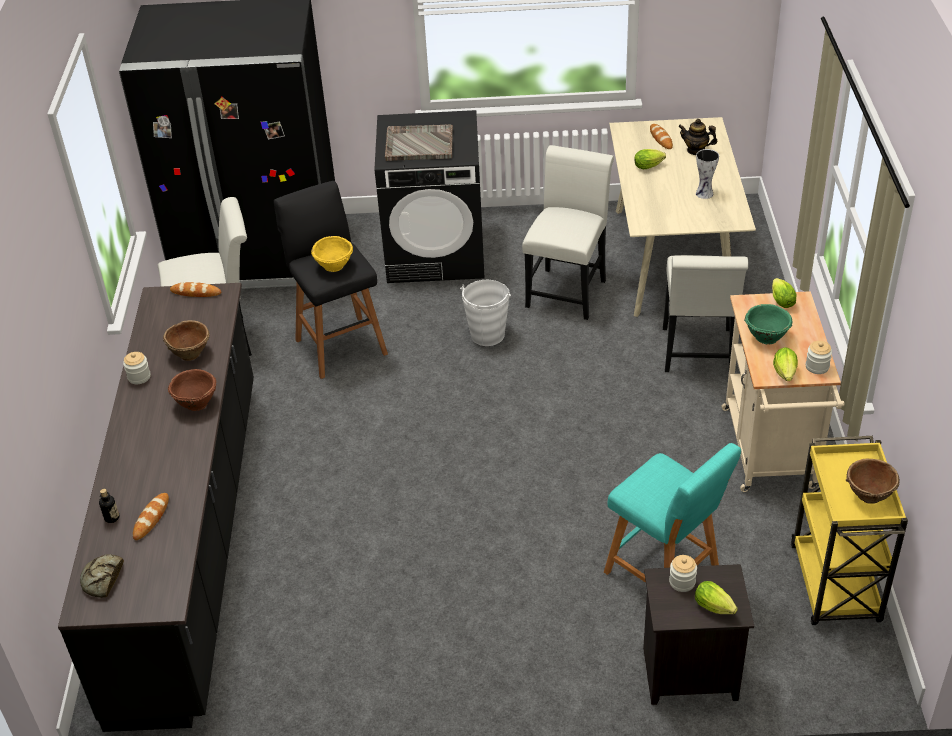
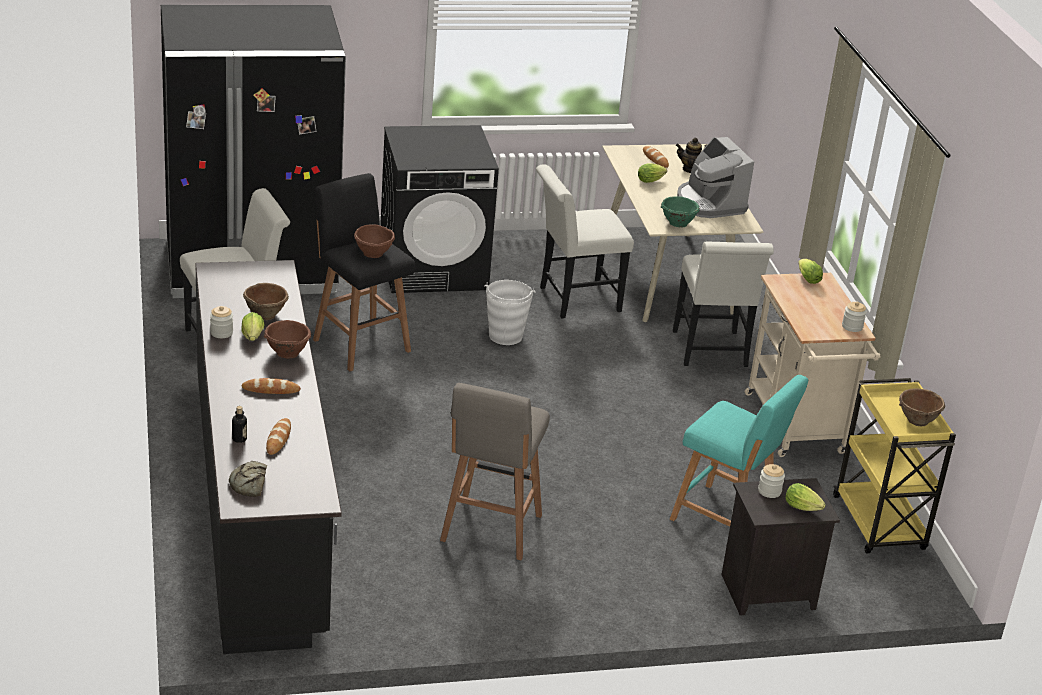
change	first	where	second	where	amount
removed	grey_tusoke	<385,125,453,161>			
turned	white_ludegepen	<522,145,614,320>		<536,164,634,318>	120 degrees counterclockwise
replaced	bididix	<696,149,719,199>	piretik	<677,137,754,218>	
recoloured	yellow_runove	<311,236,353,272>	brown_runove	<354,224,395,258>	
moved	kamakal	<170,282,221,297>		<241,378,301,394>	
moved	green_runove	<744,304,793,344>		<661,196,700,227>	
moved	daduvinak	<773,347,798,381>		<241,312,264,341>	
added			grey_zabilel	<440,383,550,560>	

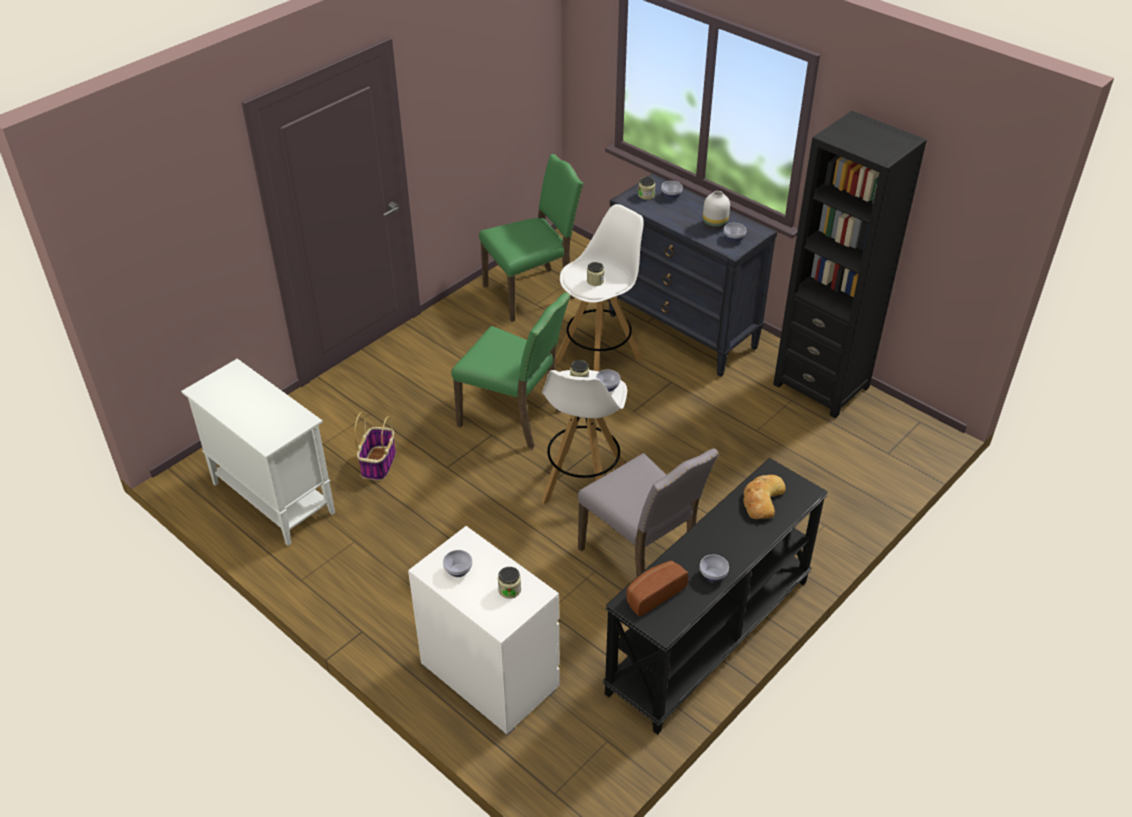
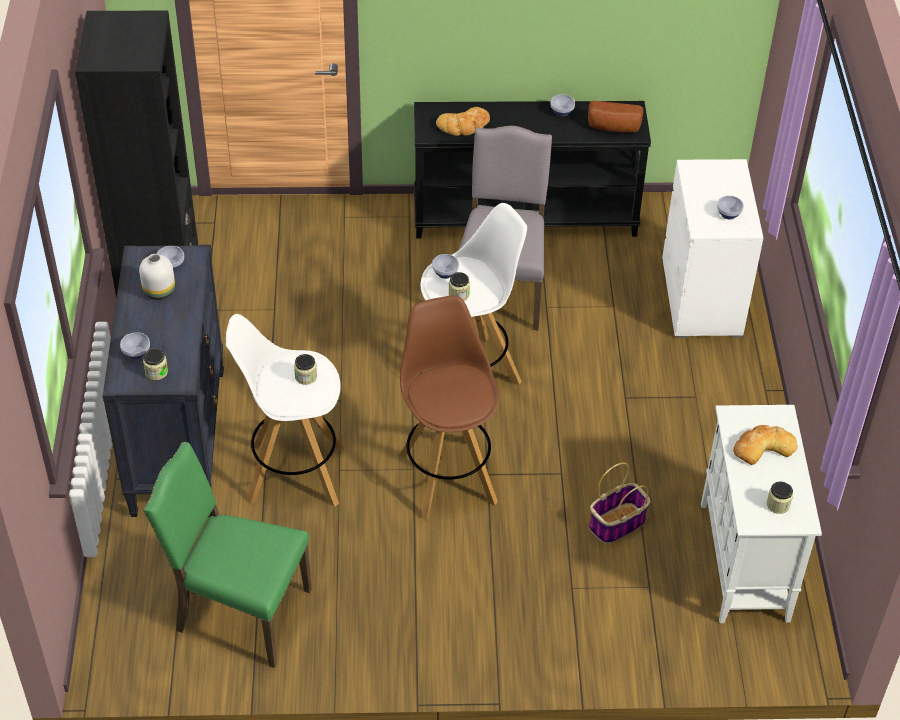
change	first	where	second	where	amount
replaced	green_ludegepen	<451,292,571,449>	brown_zabilel	<399,295,499,521>	
moved	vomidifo	<498,567,521,599>		<767,481,793,514>	
added			kamakal	<733,425,798,465>	

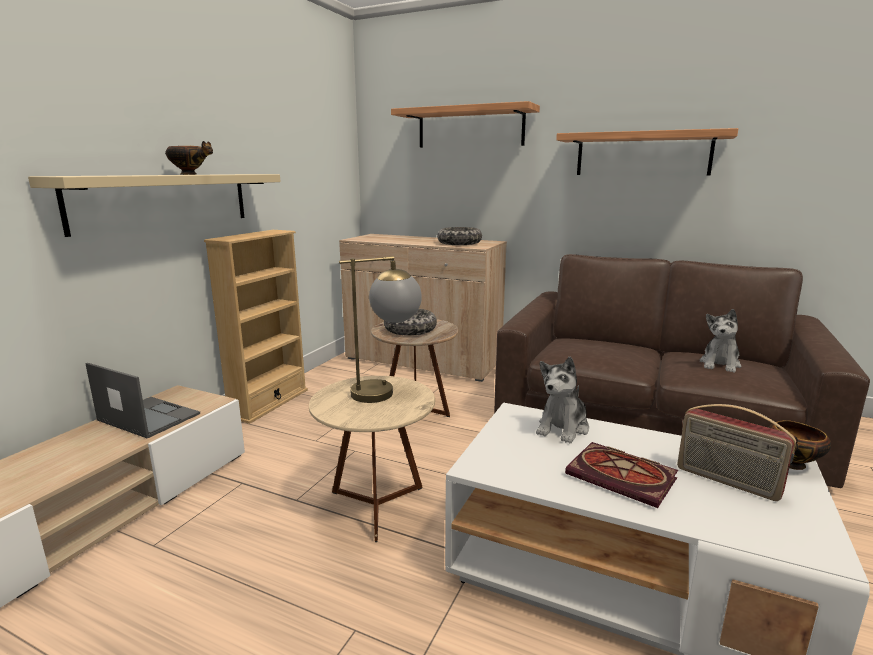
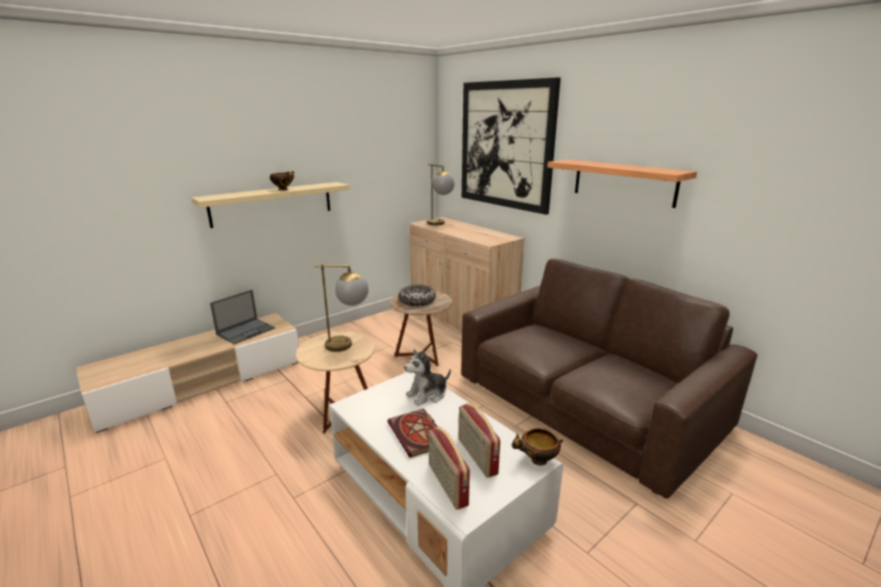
change	first	where	second	where	amount
replaced	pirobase	<391,101,540,148>	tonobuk	<462,77,561,215>	
removed	runove	<437,227,482,245>			
removed	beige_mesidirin	<204,230,308,424>			
removed	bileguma	<700,309,741,372>			
turned	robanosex	<85,363,200,439>		<210,290,275,345>	75 degrees clockwise
added			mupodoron	<427,164,455,225>	
added			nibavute	<429,427,470,510>	

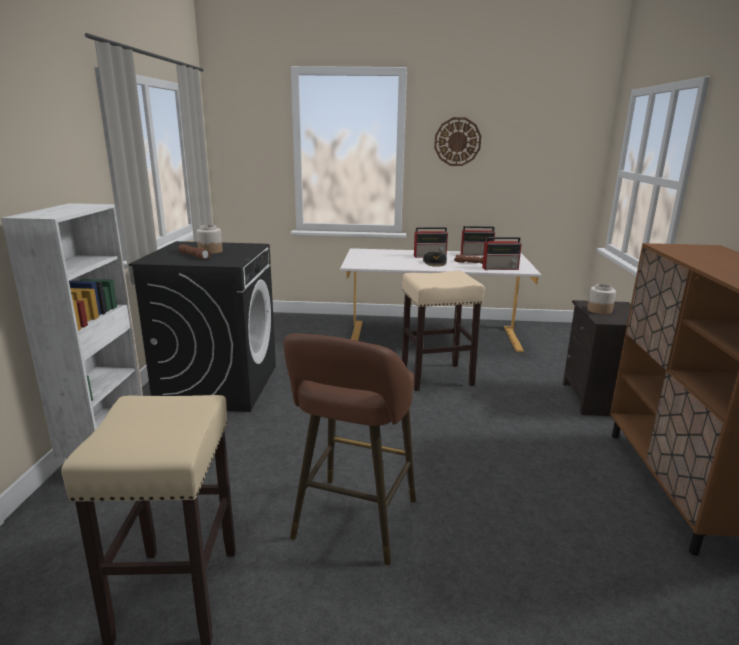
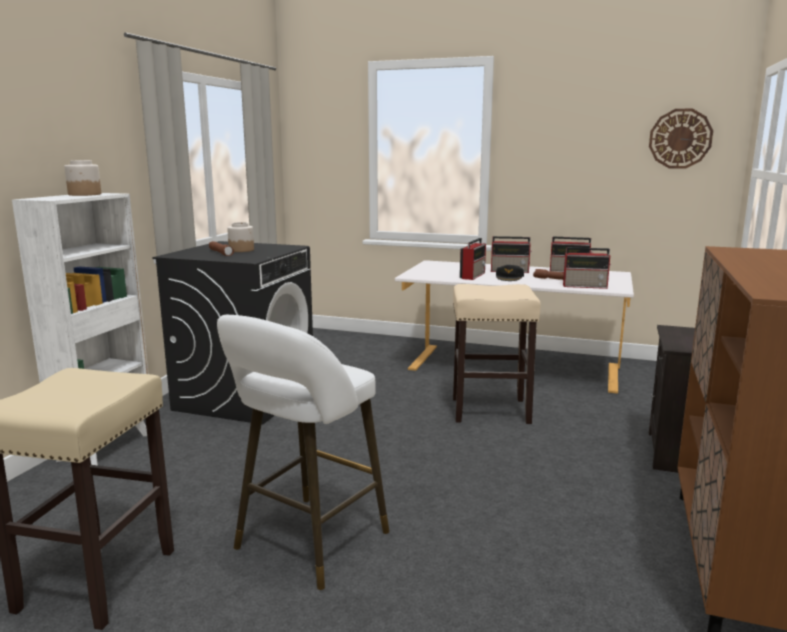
change	first	where	second	where	amount
moved	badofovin	<434,117,481,166>		<649,108,713,169>	
moved	vomidifo	<587,284,616,314>		<64,160,101,196>	
recoloured	brown_zabilel	<283,333,416,565>	white_zabilel	<217,315,389,590>	
added			nibavute	<460,238,486,280>	

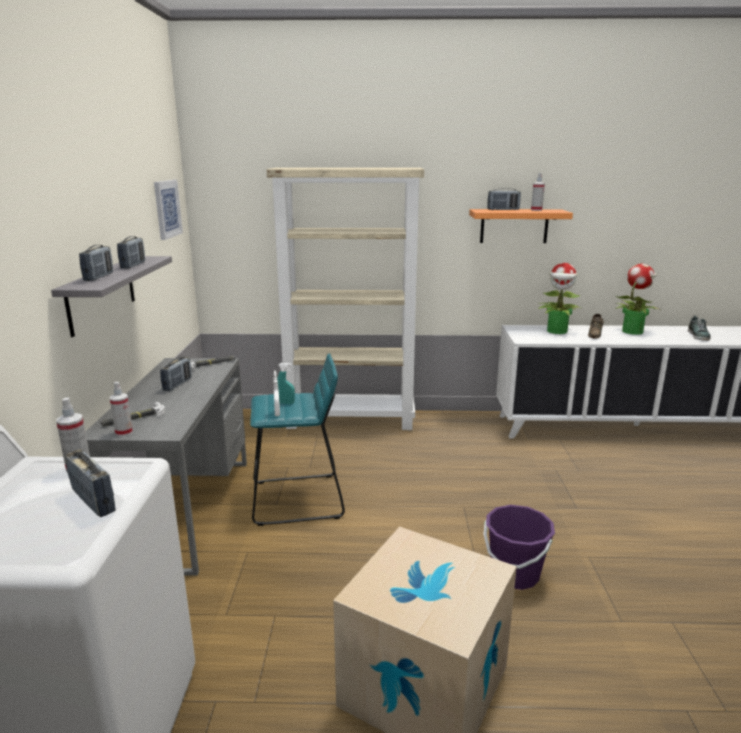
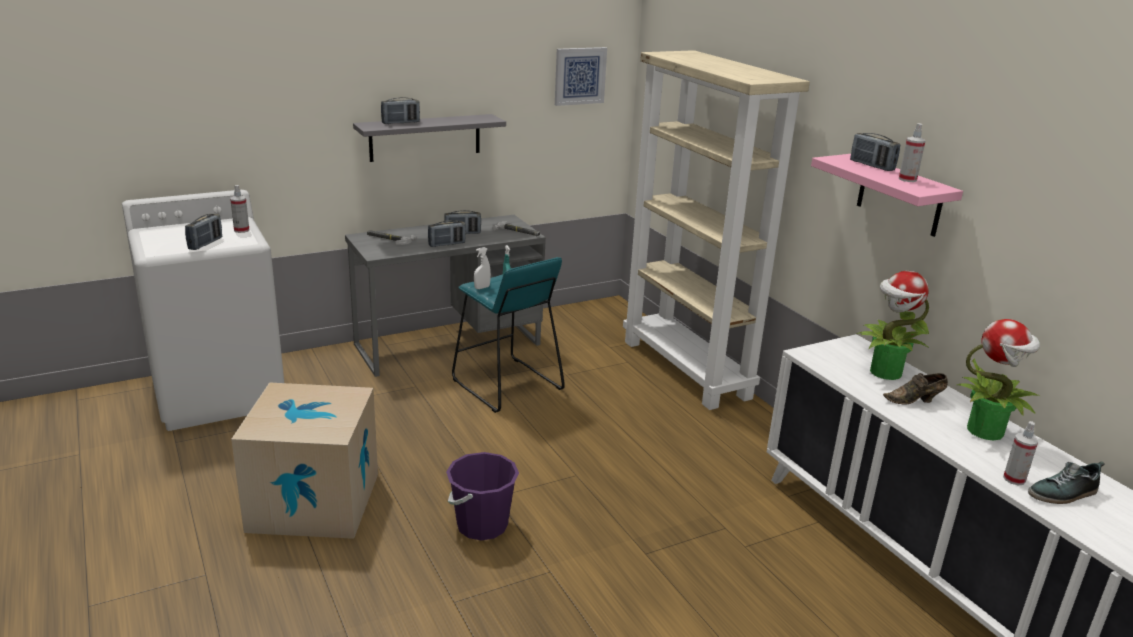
change	first	where	second	where	amount
recoloured	orange_pirobase	<469,209,573,243>	pink_pirobase	<811,154,963,237>	
moved	nibavute	<117,236,145,269>		<428,220,466,247>	
moved	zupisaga	<110,382,133,436>		<1003,421,1038,485>	

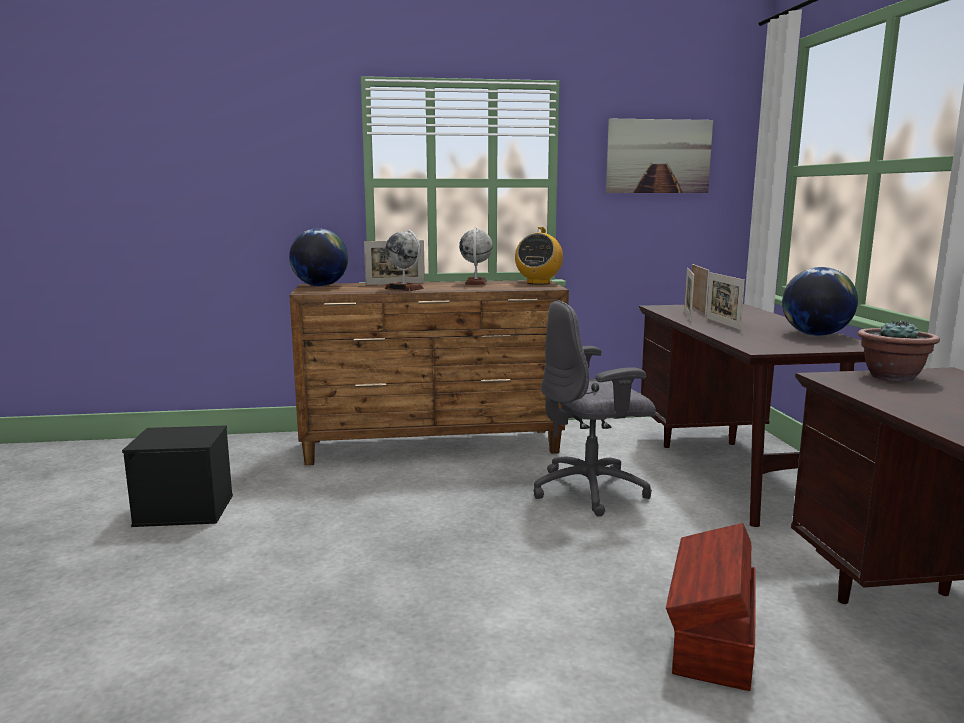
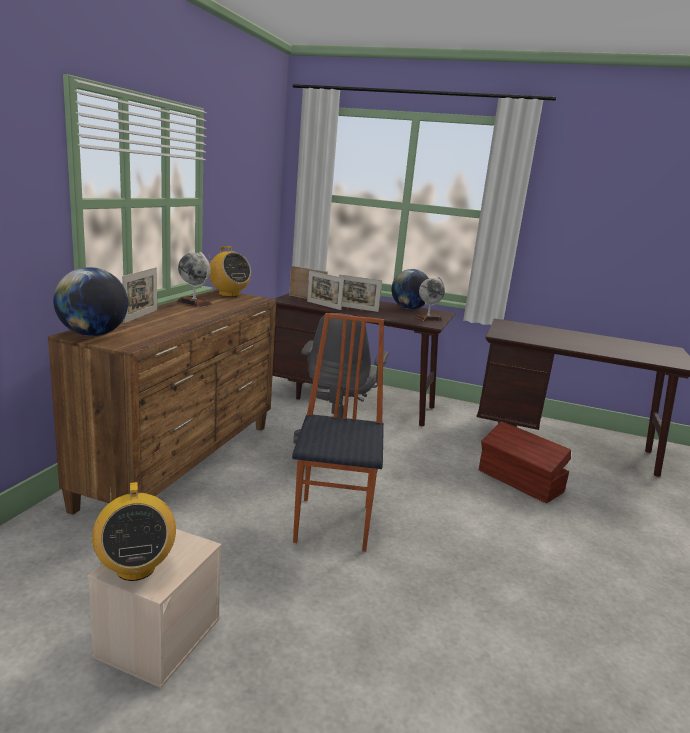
change	first	where	second	where	amount
removed	tonobuk	<606,118,713,193>			
moved	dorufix	<385,230,424,291>		<414,277,445,321>	
removed	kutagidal	<857,319,940,382>			
recoloured	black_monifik	<122,425,233,527>	beige_monifik	<87,529,221,688>	
added			ludegepen	<292,313,384,552>	
added			nibavute	<92,482,176,581>	

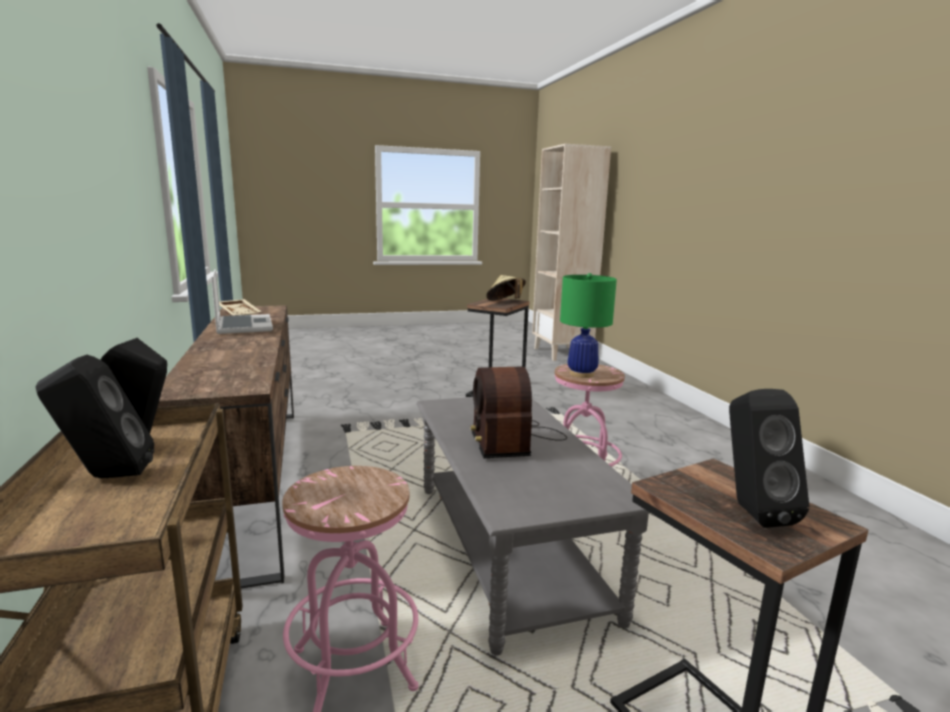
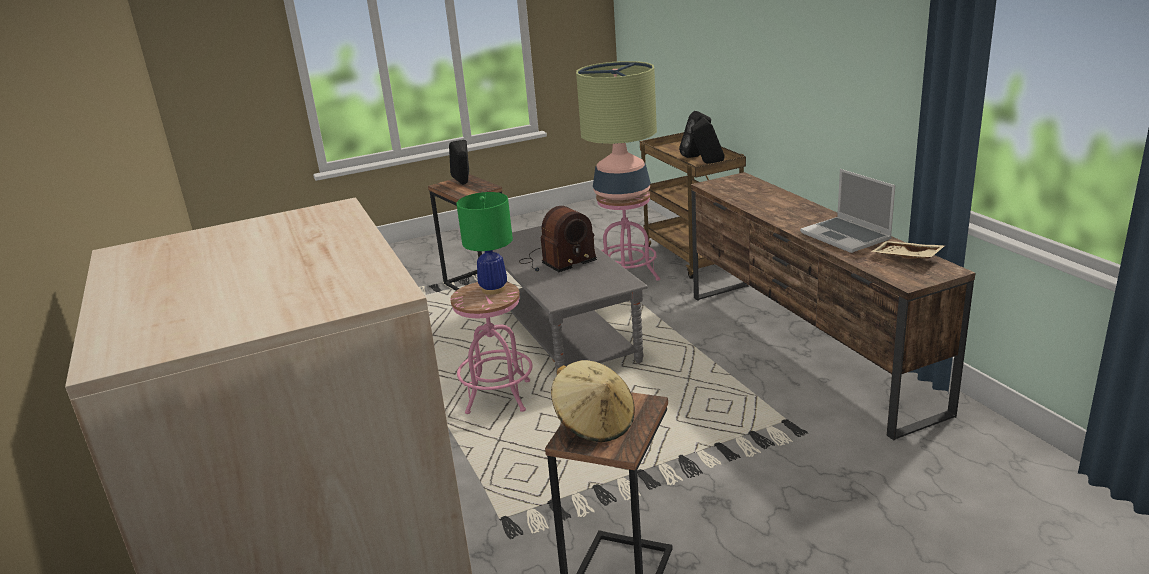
change	first	where	second	where	amount
turned	nibavute	<470,366,567,458>		<519,206,597,272>	75 degrees clockwise
added			mupodoron	<576,61,657,200>	

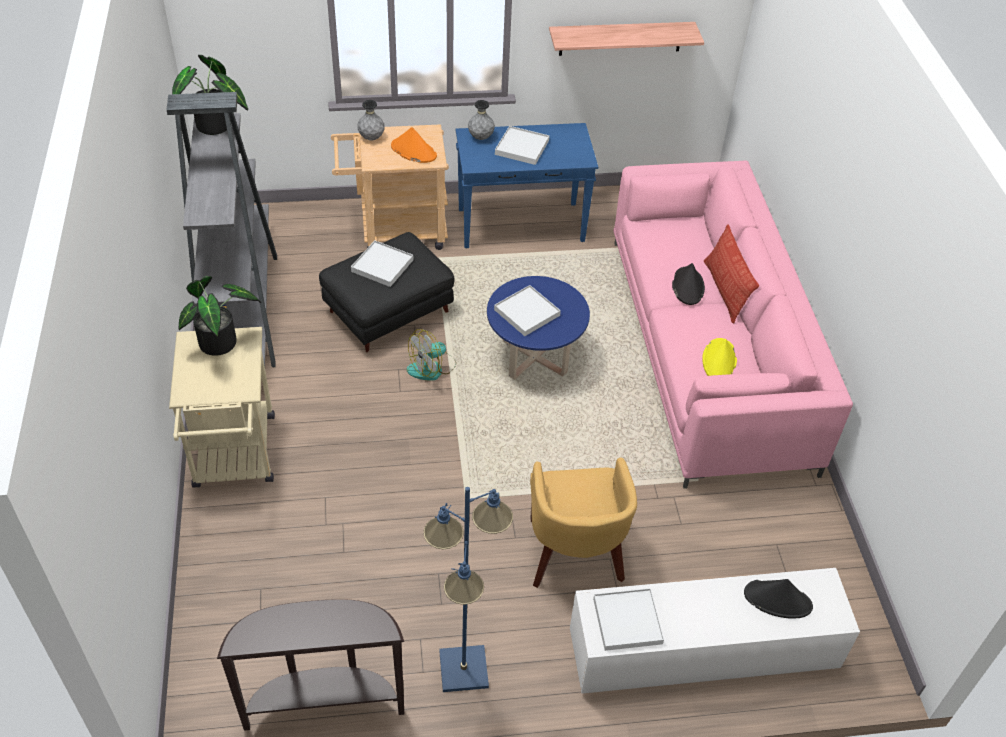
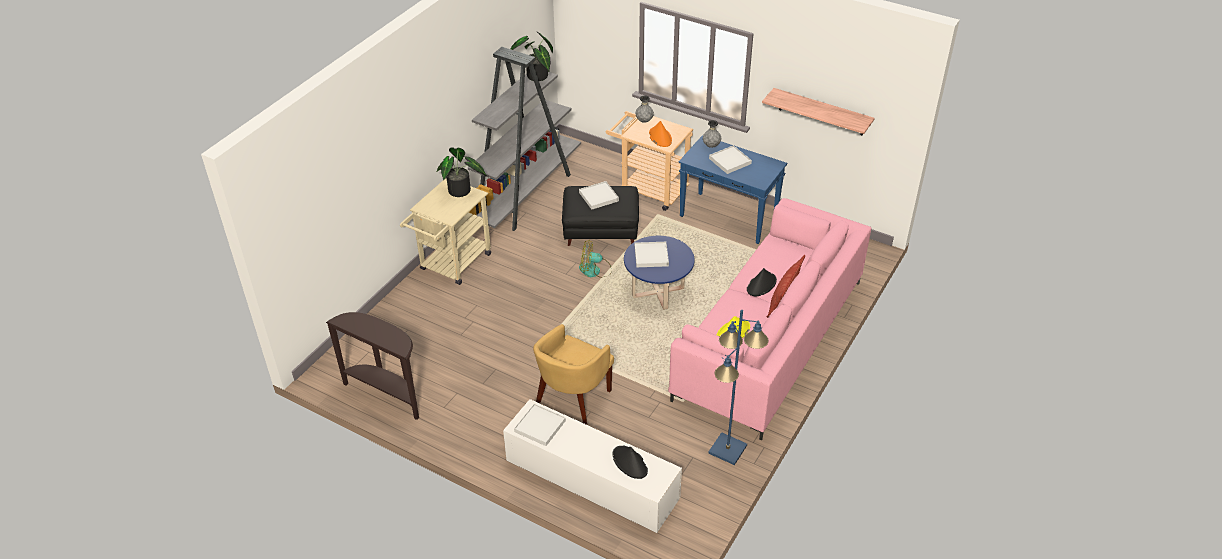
change	first	where	second	where	amount
moved	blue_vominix	<423,487,513,692>		<708,310,769,465>	

